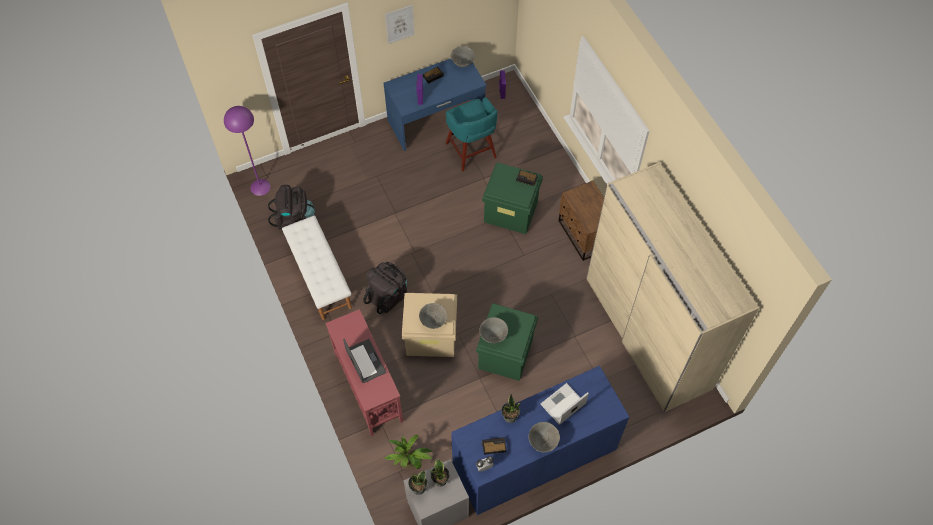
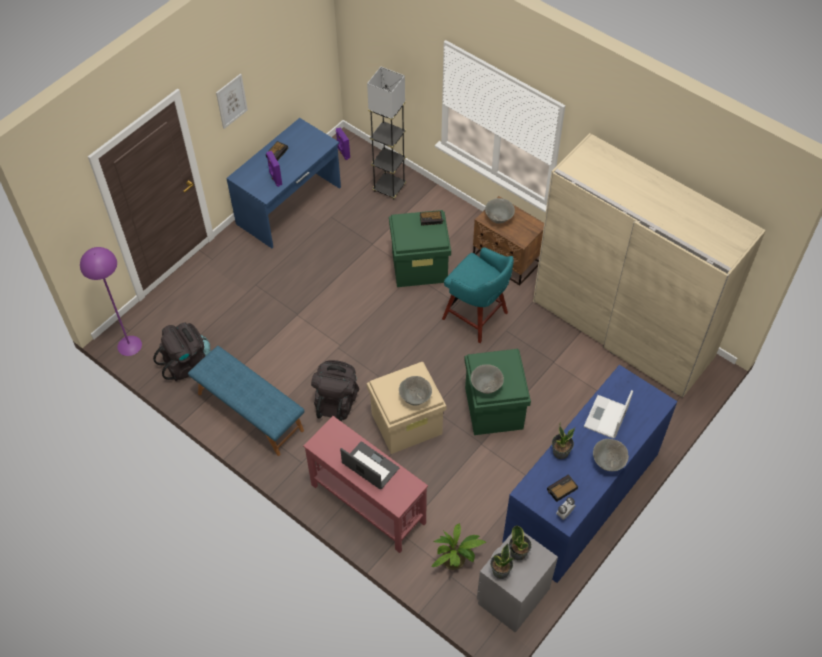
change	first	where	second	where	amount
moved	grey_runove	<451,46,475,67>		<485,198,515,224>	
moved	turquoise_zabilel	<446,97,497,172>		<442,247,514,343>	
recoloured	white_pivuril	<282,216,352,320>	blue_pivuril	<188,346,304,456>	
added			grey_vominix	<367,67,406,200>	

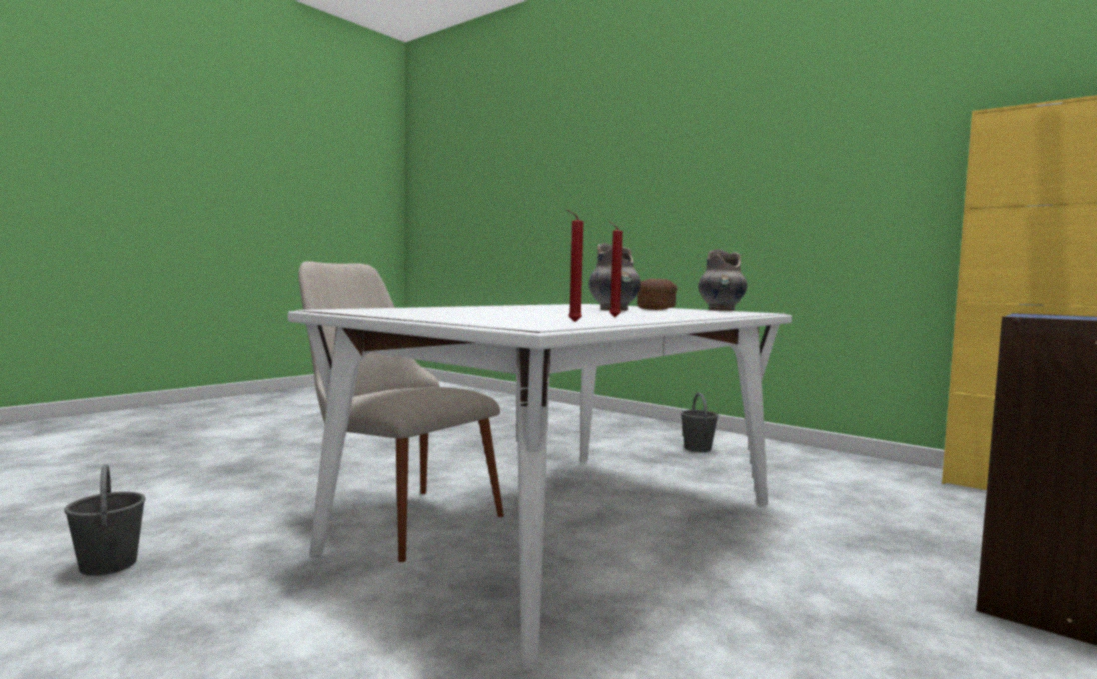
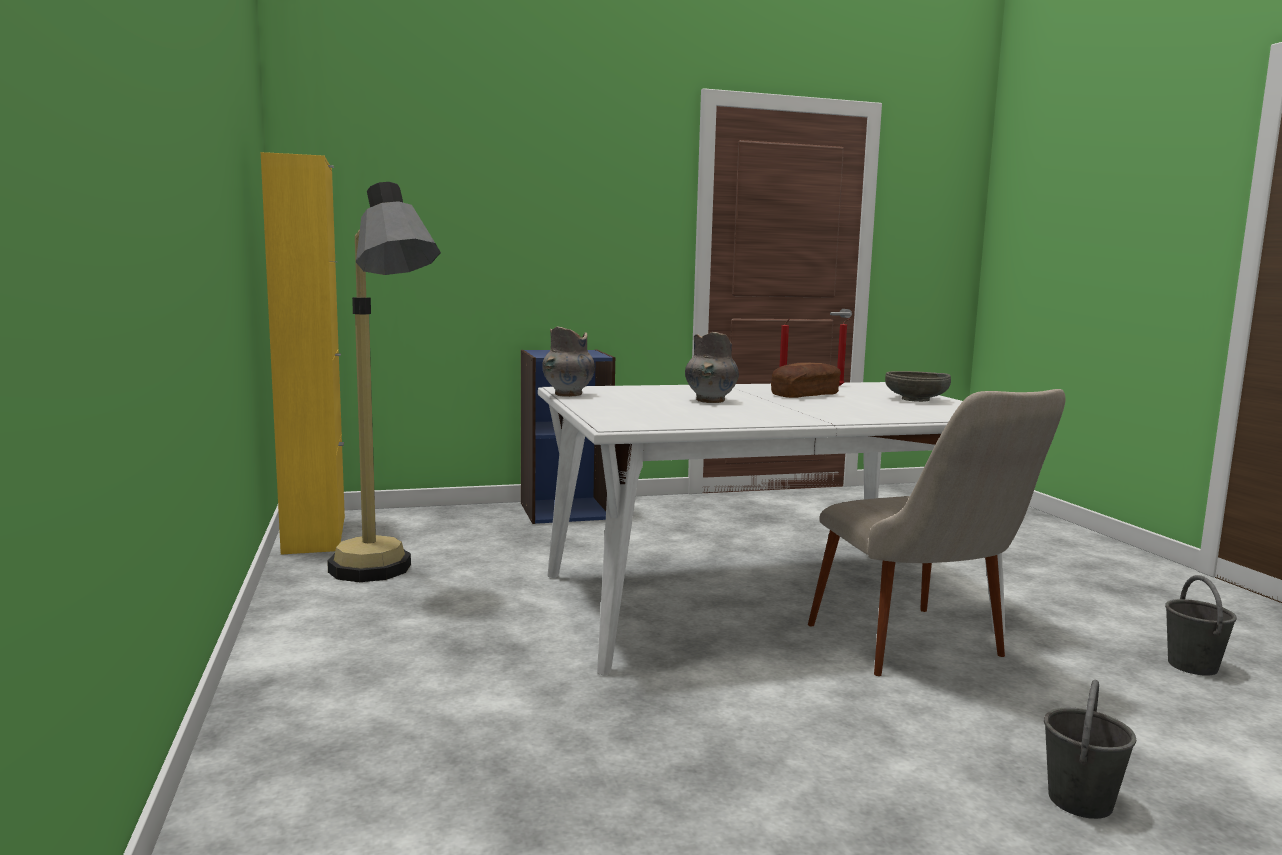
change	first	where	second	where	amount
moved	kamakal	<637,279,678,310>		<771,363,841,398>	
moved	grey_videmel	<681,393,719,452>		<1044,680,1136,819>	
added			vominix	<327,182,441,582>	
added			grey_runove	<885,371,951,402>	

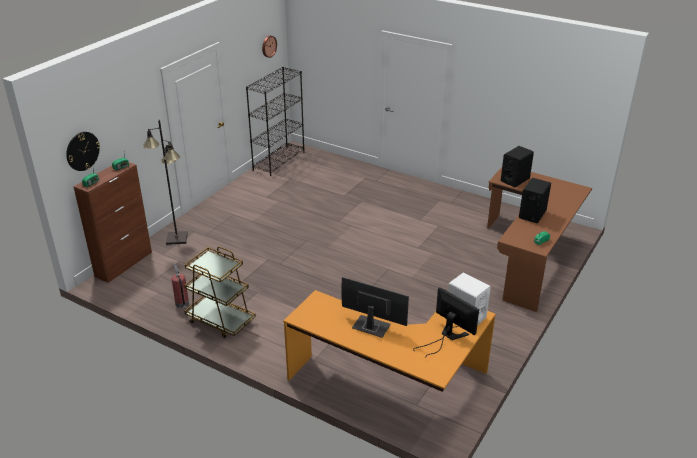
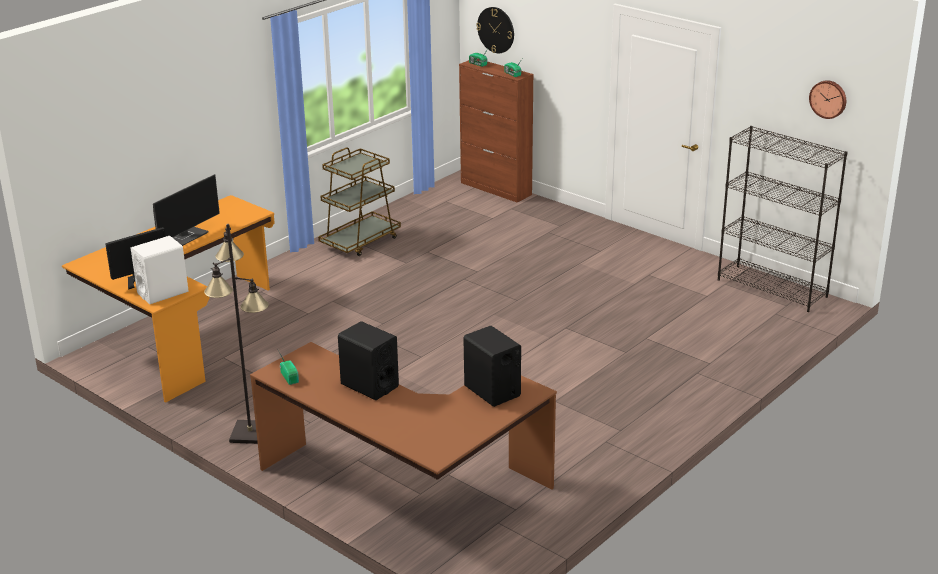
change	first	where	second	where	amount
moved	black_vominix	<143,120,188,245>		<204,224,269,444>	
removed	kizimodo	<171,264,189,310>			

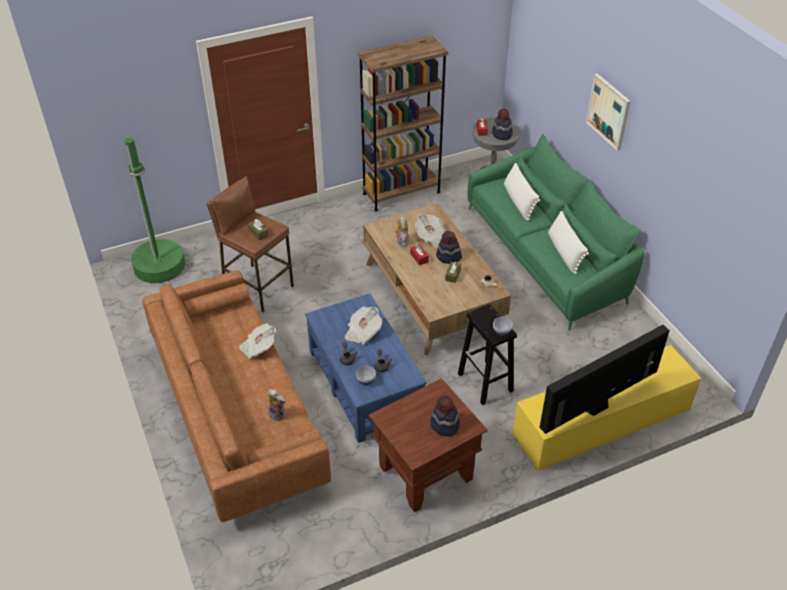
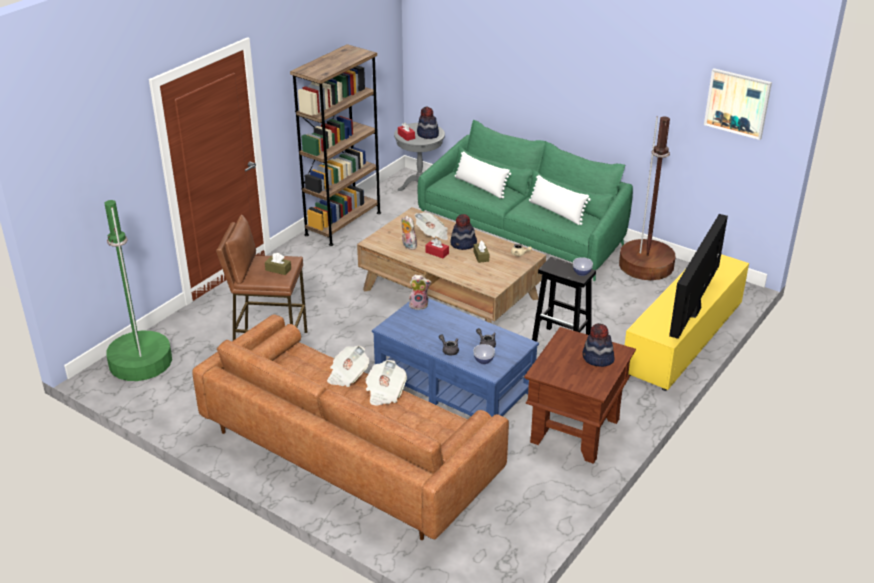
change	first	where	second	where	amount
moved	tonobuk	<586,74,631,151>		<704,68,772,140>	
moved	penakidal	<345,306,382,345>		<365,360,407,405>	
moved	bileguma	<267,389,285,421>		<408,274,431,310>	
added			brown_vominix	<619,117,675,280>	

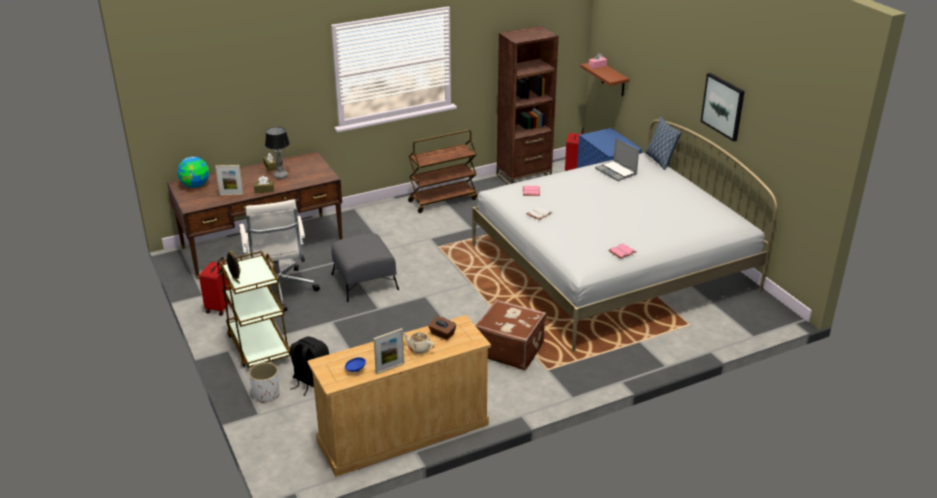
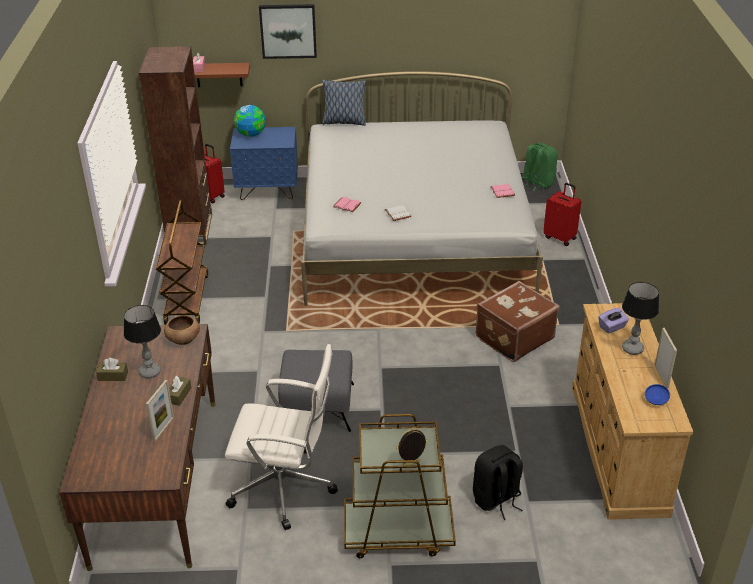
change	first	where	second	where	amount
moved	tonobuk	<700,73,745,142>		<259,4,317,59>	
removed	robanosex	<595,138,639,181>			
moved	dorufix	<177,157,210,188>		<234,105,266,137>	
moved	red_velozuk	<199,257,232,316>		<543,183,582,246>	
recoloured	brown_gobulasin	<428,316,456,340>	purple_gobulasin	<598,308,629,334>	
replaced	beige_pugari	<403,332,435,354>	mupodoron	<622,282,659,355>	
removed	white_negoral	<249,362,280,403>			
added			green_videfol	<523,143,558,191>	
added			brown_runove	<164,315,200,345>	

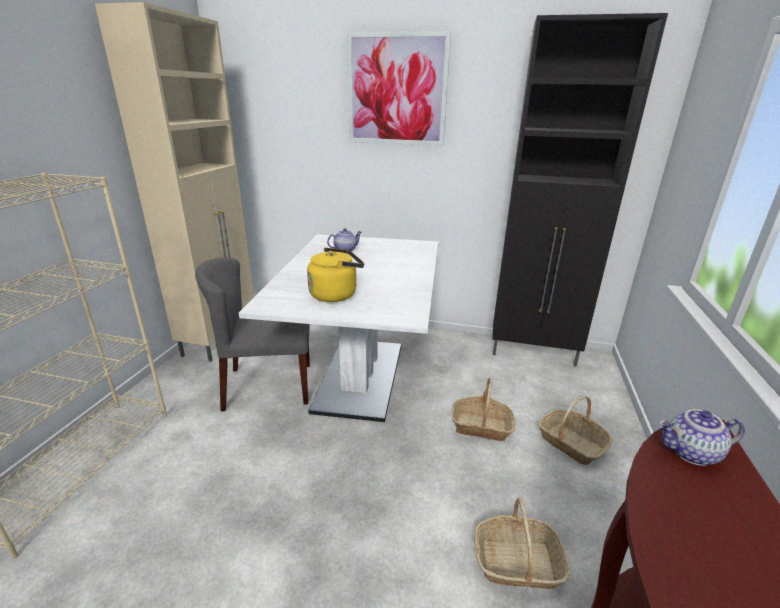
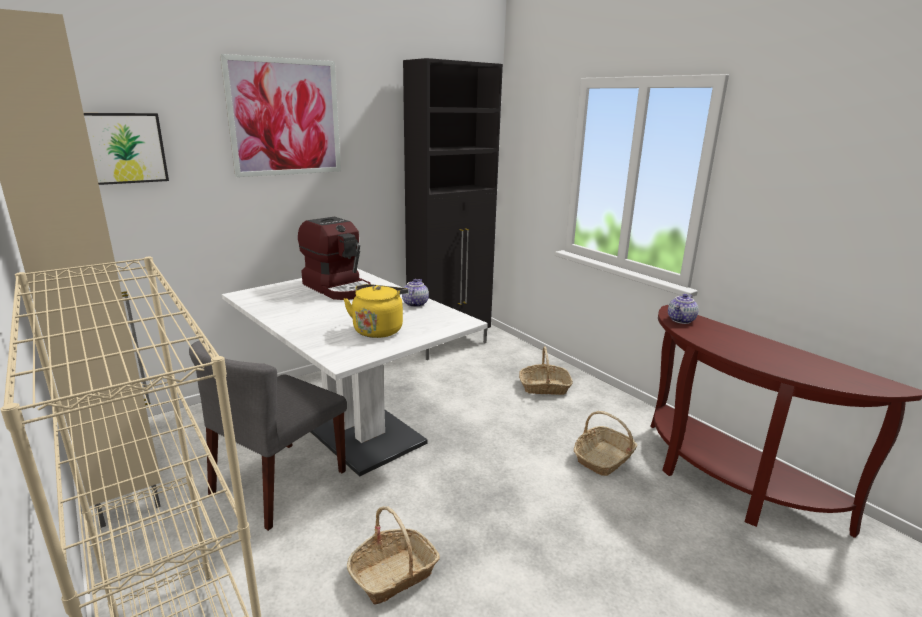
change	first	where	second	where	amount
moved	pugari	<327,228,362,251>		<402,279,429,307>	
moved	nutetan	<452,378,516,441>		<347,506,440,605>	
added			tonobuk	<84,113,169,185>	
added			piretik	<298,217,370,300>	

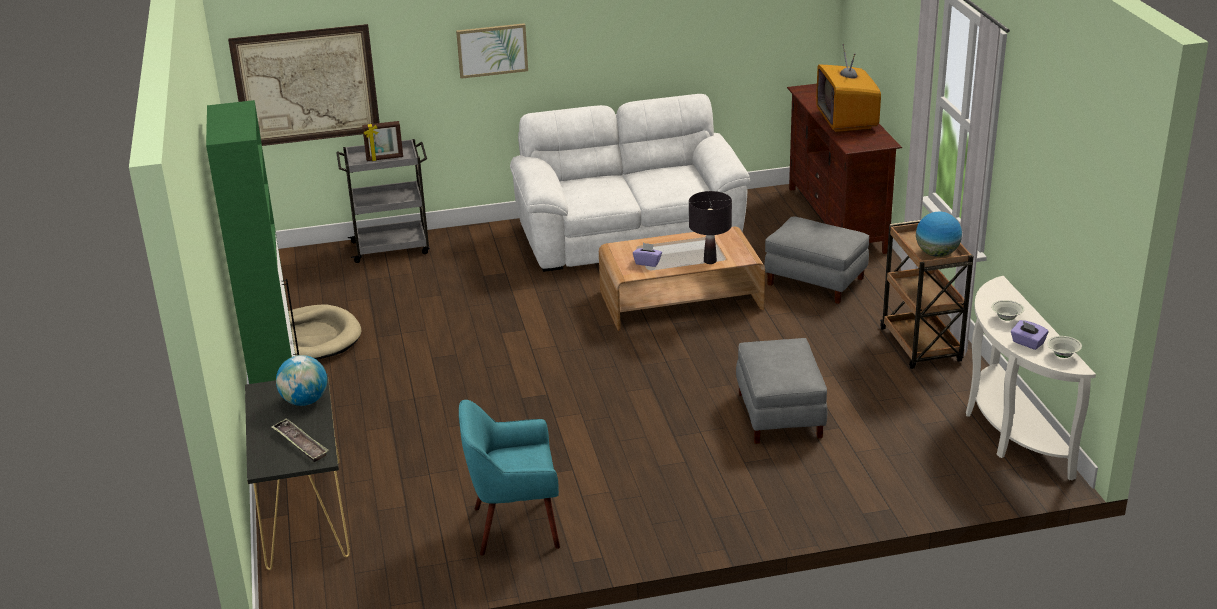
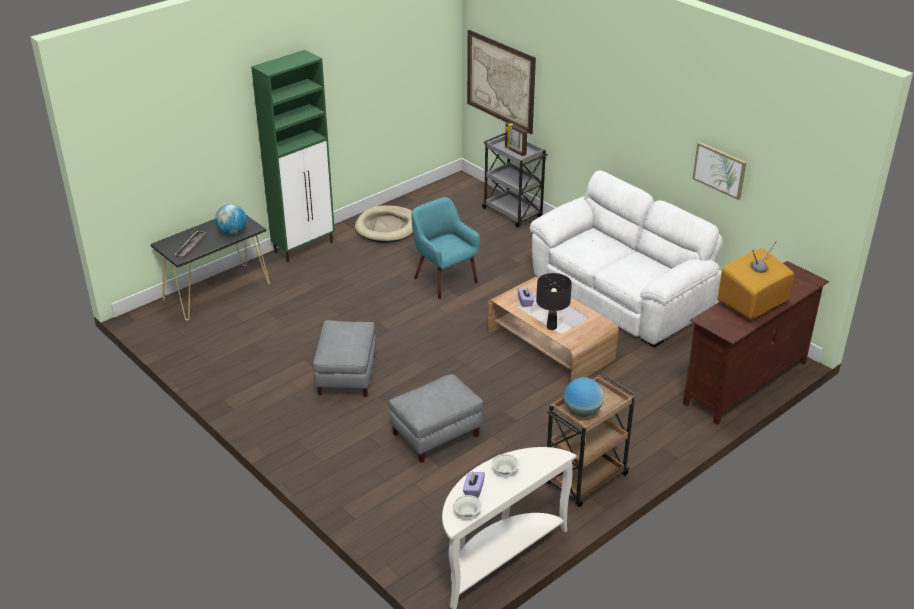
change	first	where	second	where	amount
moved	tonobuk	<456,23,528,79>		<693,142,746,200>	
moved	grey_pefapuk	<764,216,869,304>		<313,320,376,397>	
moved	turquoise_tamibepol	<459,400,560,556>		<411,197,480,299>	

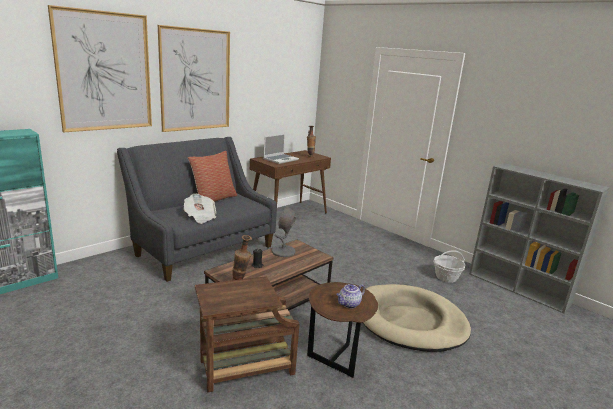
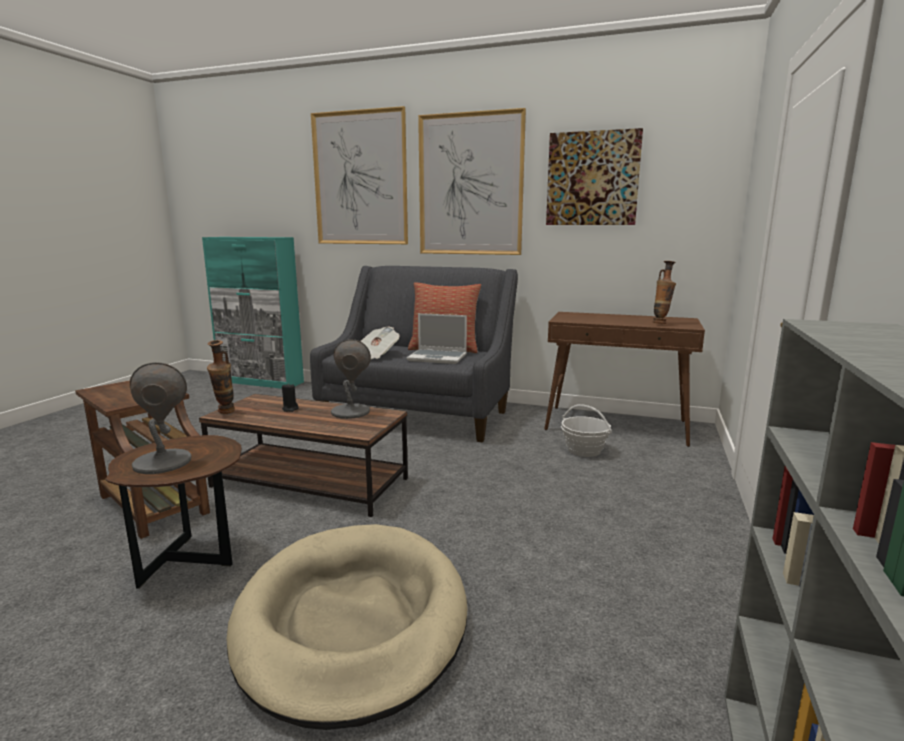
change	first	where	second	where	amount
moved	robanosex	<263,134,299,164>		<407,313,467,364>	
moved	nutetan	<433,250,466,283>		<561,404,612,457>	
replaced	pugari	<336,284,365,308>	grey_mupodoron	<130,363,192,474>	
added			tonobuk	<546,128,643,225>	

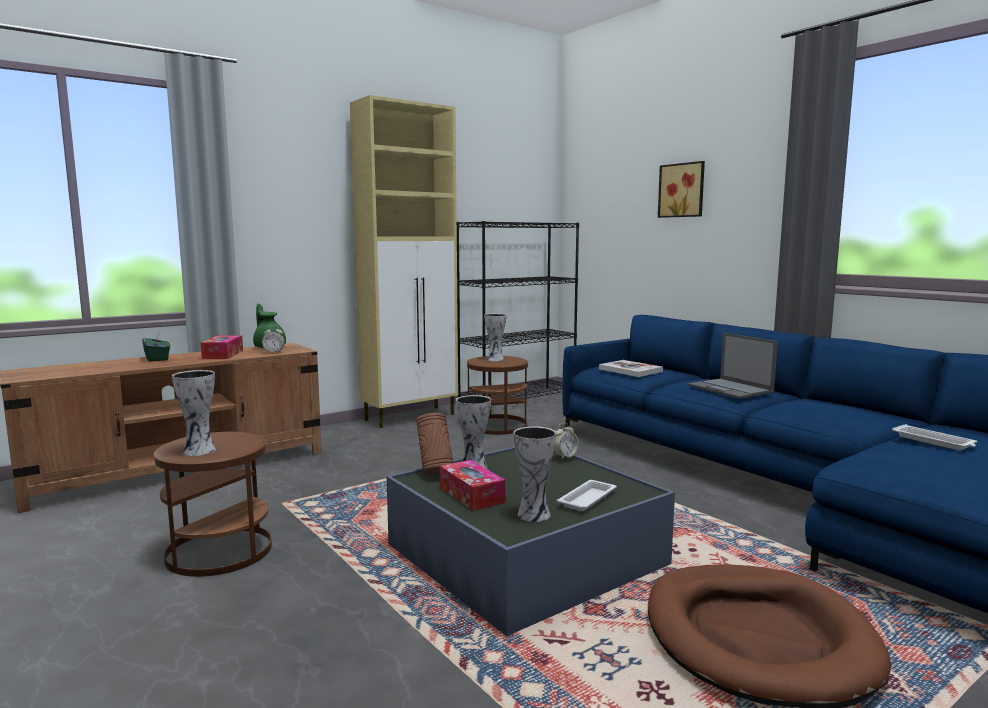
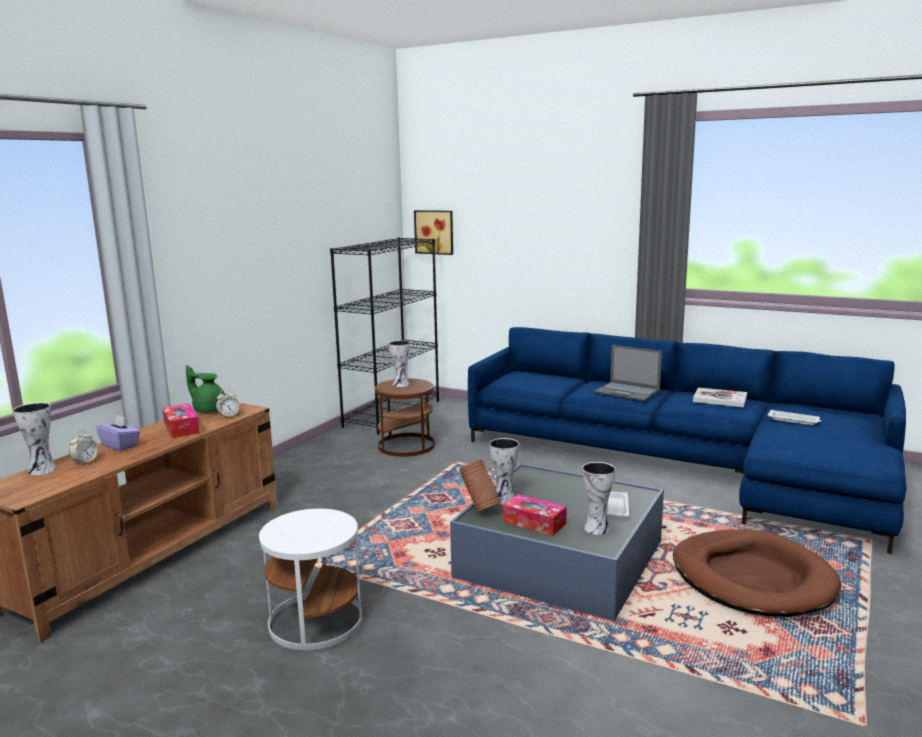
change	first	where	second	where	amount
removed	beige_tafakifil	<350,95,458,428>			
moved	tonobuk	<658,161,705,218>		<414,210,453,255>	
recoloured	green_gobulasin	<142,330,170,362>	purple_gobulasin	<96,414,140,451>	
moved	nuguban	<599,360,663,377>		<693,387,747,408>	
moved	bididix	<172,370,216,456>		<13,402,57,476>	
moved	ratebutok	<554,423,579,459>		<69,430,98,466>	
recoloured	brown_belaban	<154,432,272,577>	white_belaban	<259,508,362,650>	

